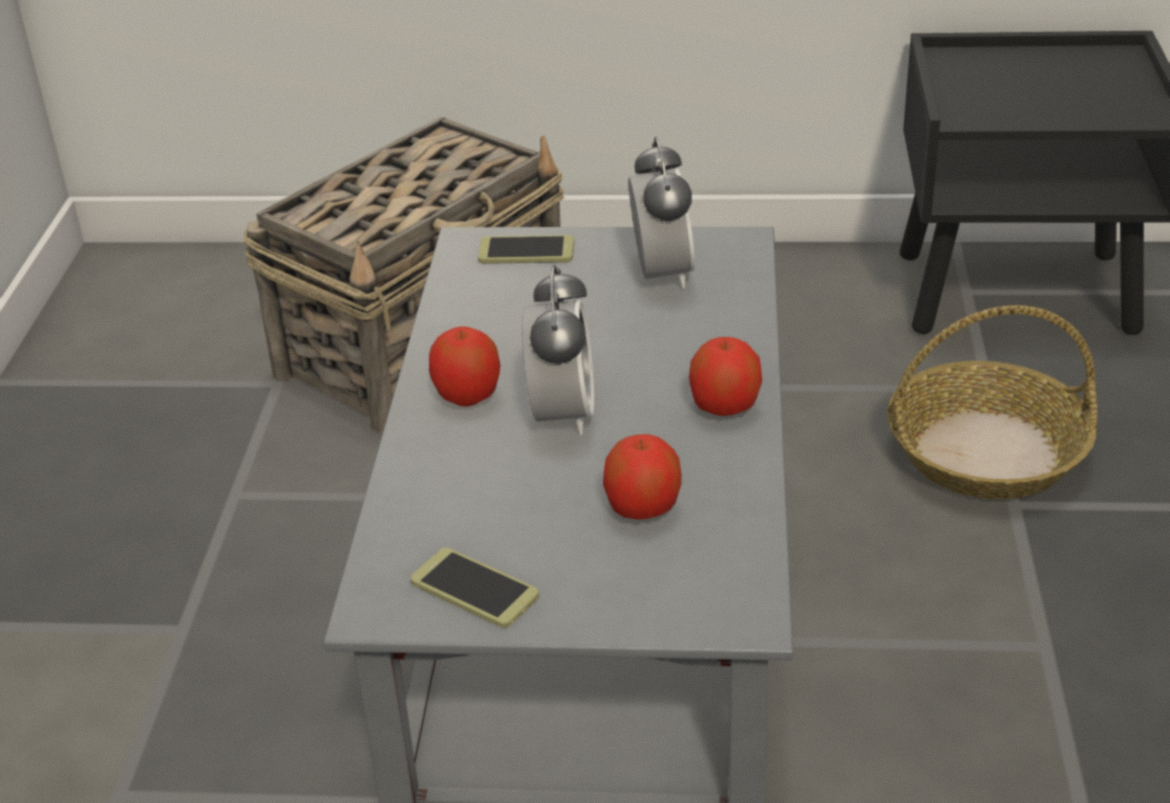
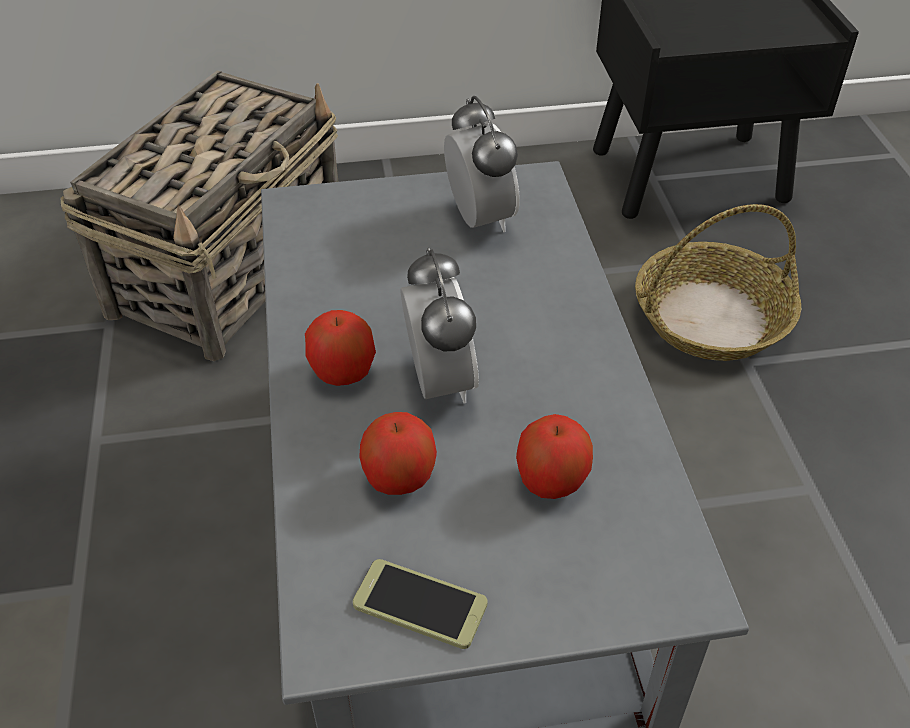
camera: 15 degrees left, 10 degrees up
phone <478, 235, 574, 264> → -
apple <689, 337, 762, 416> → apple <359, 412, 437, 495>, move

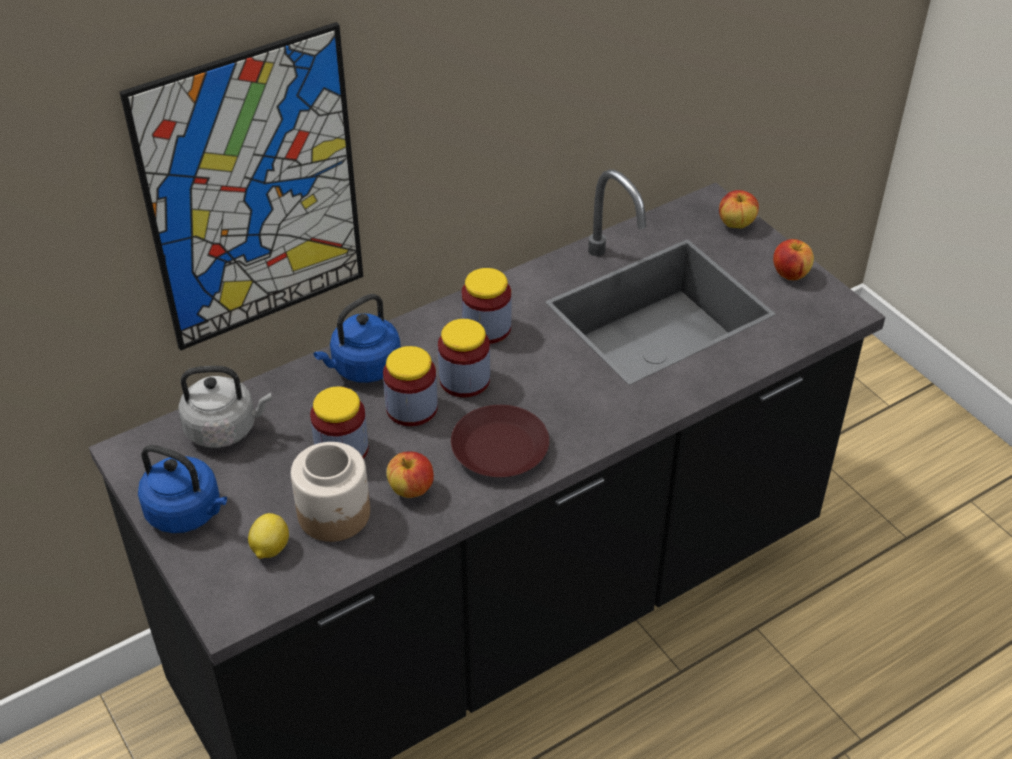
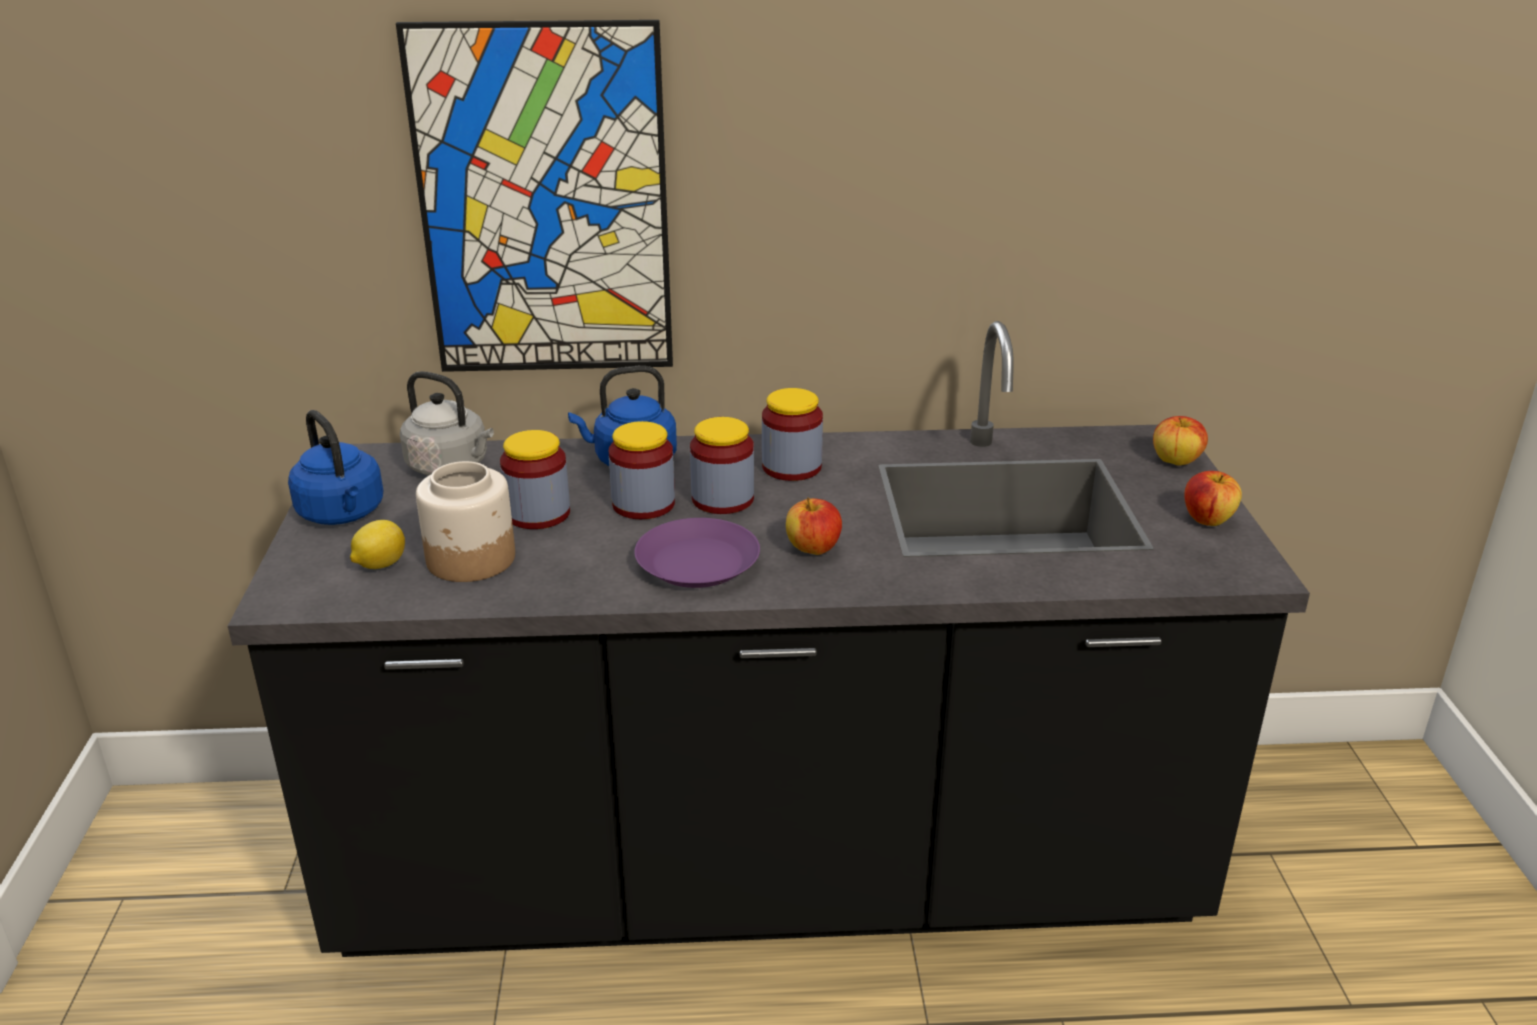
camera: 30 degrees right, 15 degrees down
apple <387, 451, 434, 498> → apple <786, 498, 842, 555>, move
brown plate <451, 405, 549, 477> → purple plate <634, 518, 760, 588>

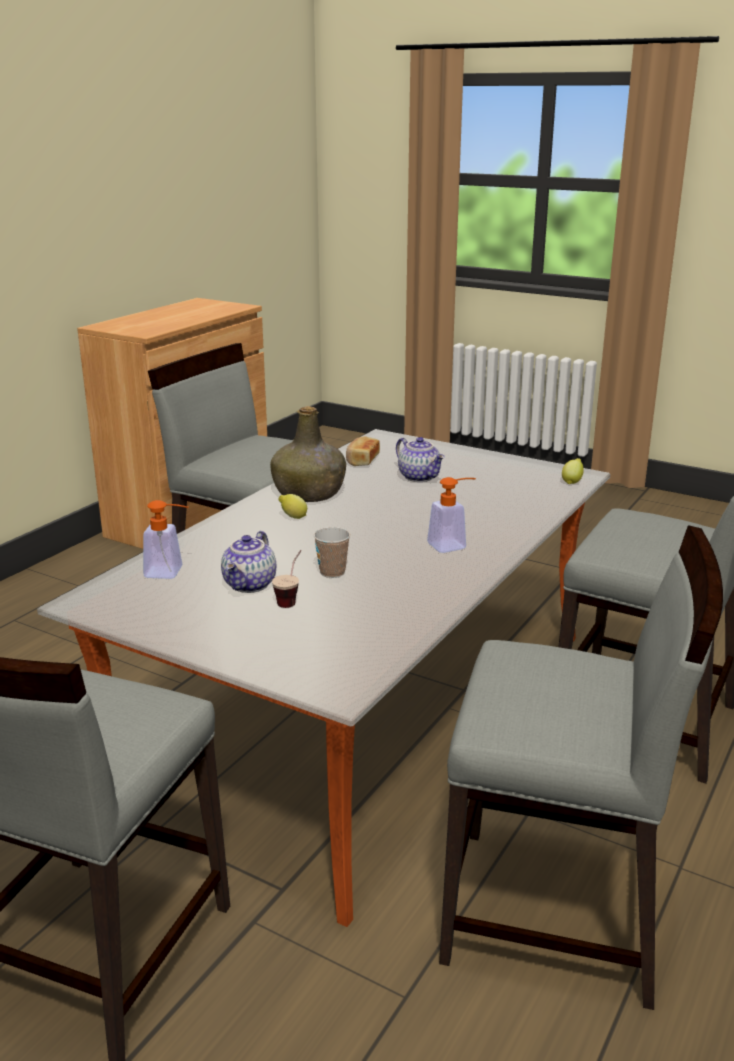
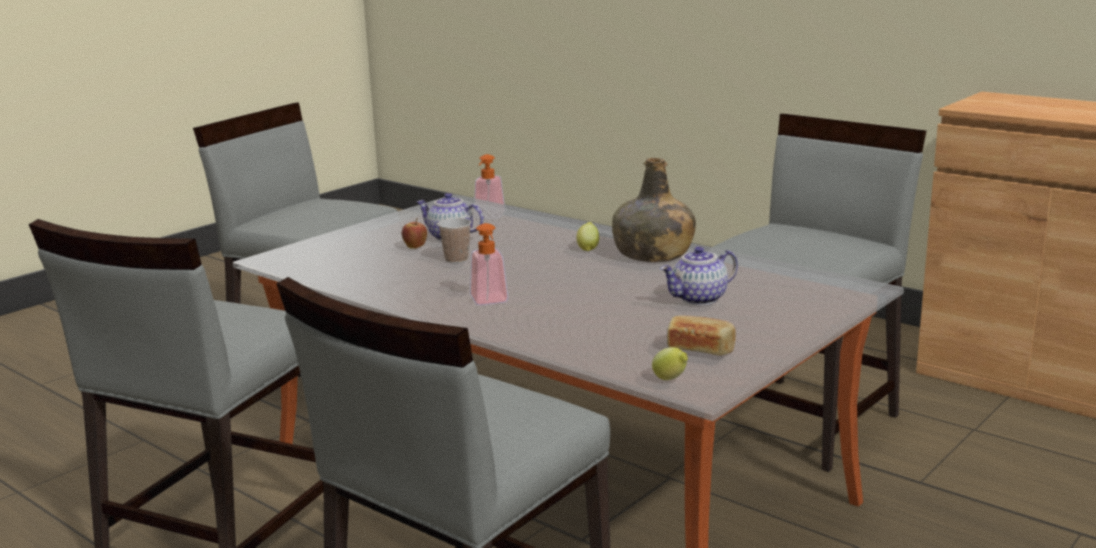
camera: 100 degrees right, 5 degrees down
bread <346, 436, 380, 466> → bread <667, 316, 736, 356>, move
cup <272, 550, 302, 608> → apple <402, 218, 427, 249>

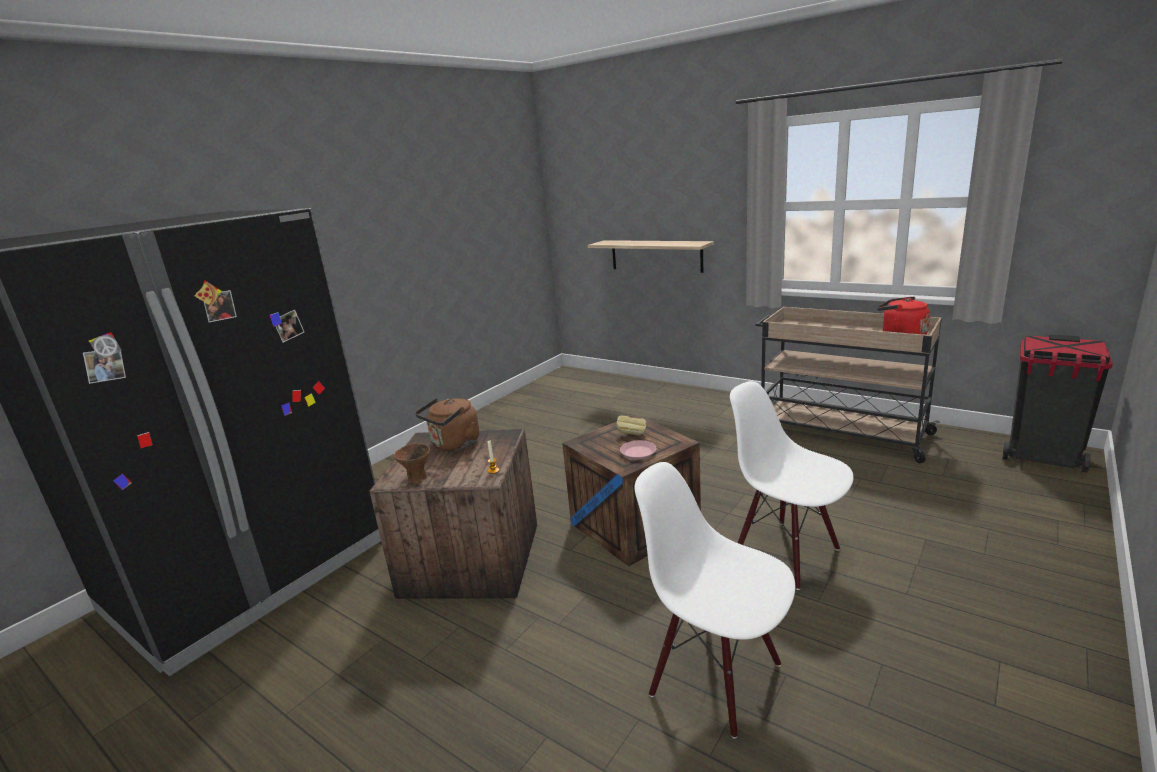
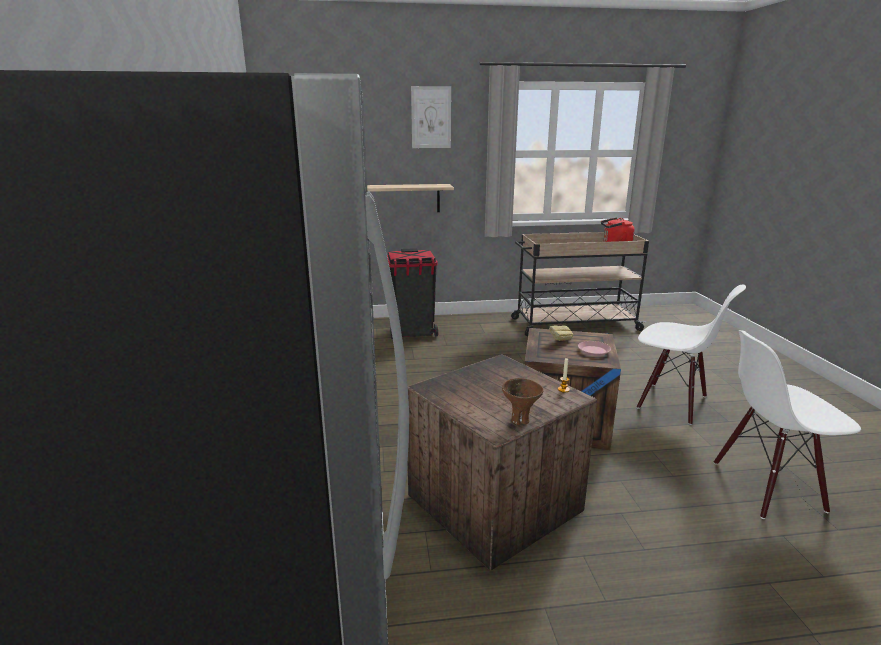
camera: 45 degrees left, 0 degrees up
brown kettle <415, 398, 479, 451> → -
- → picture <411, 86, 451, 148>
black trash can <1003, 334, 1113, 473> → black trash can <387, 248, 438, 339>, move
white chair <730, 381, 854, 590> → white chair <637, 285, 746, 425>, 150 degrees counterclockwise

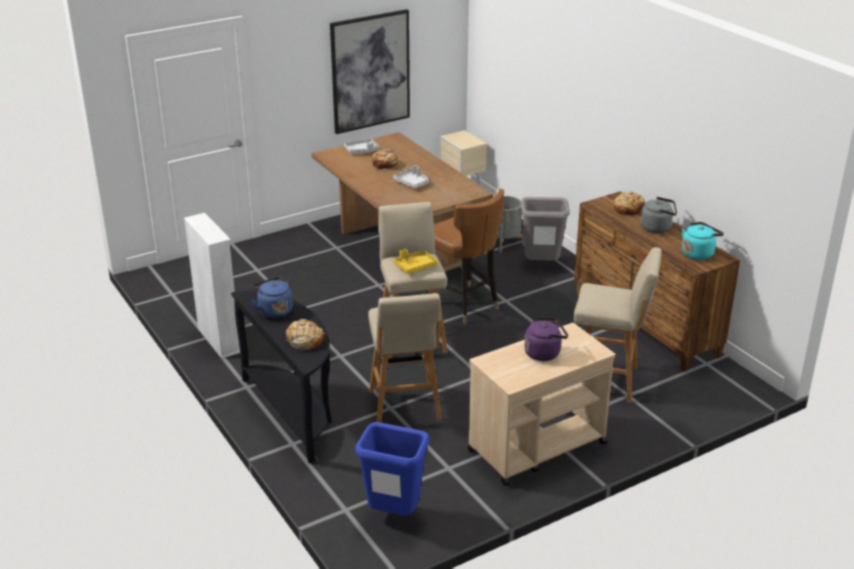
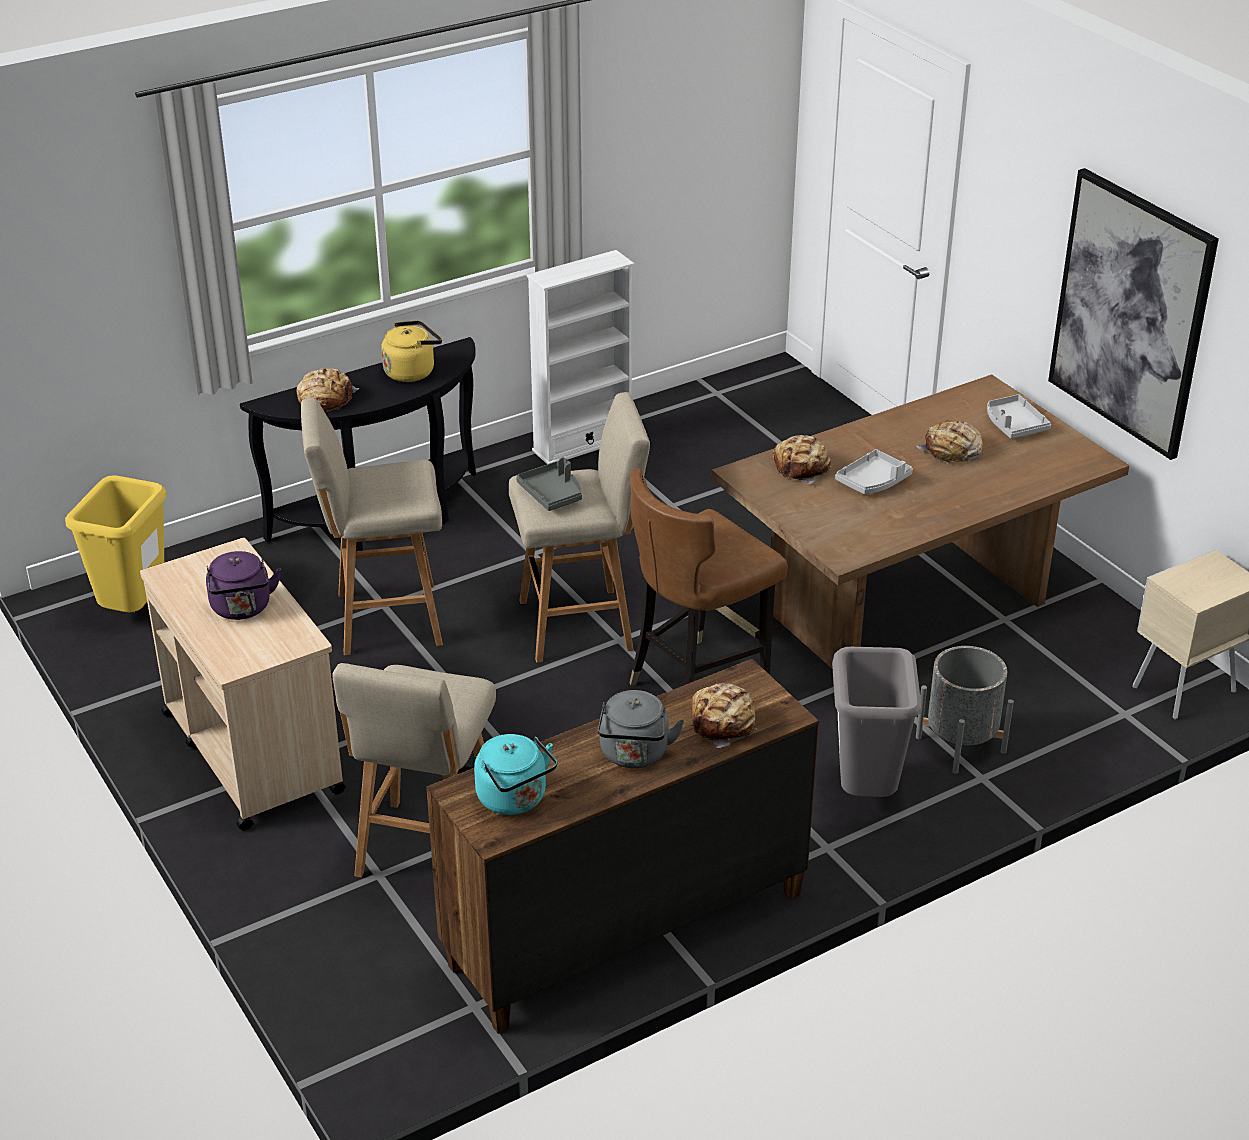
camera: 90 degrees right, 5 degrees up
- → bread <772, 435, 832, 484>
blue kettle <252, 276, 293, 318> → yellow kettle <381, 320, 442, 382>
blue trash can <355, 422, 430, 516> → yellow trash can <65, 475, 167, 612>
yellow tray <393, 249, 438, 274> → grey tray <516, 457, 582, 511>

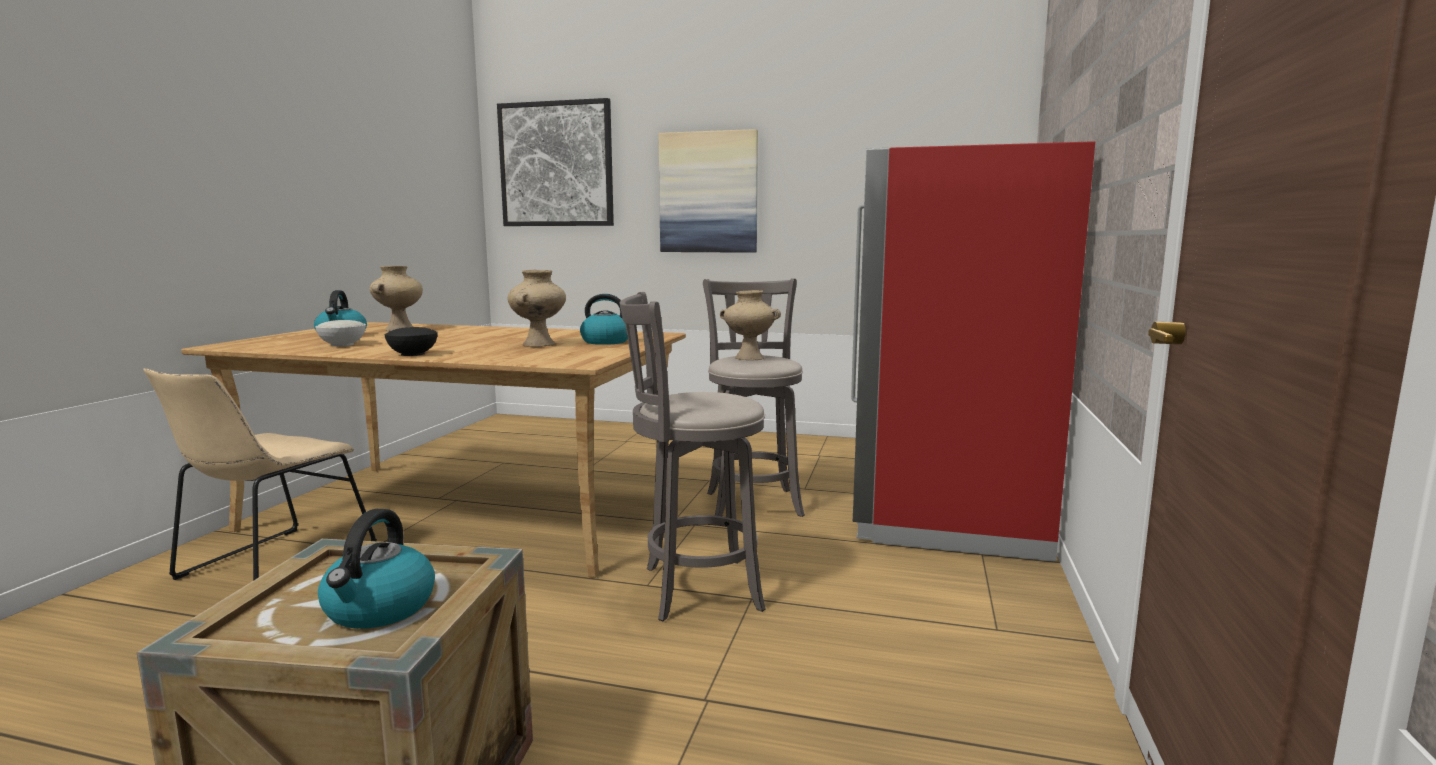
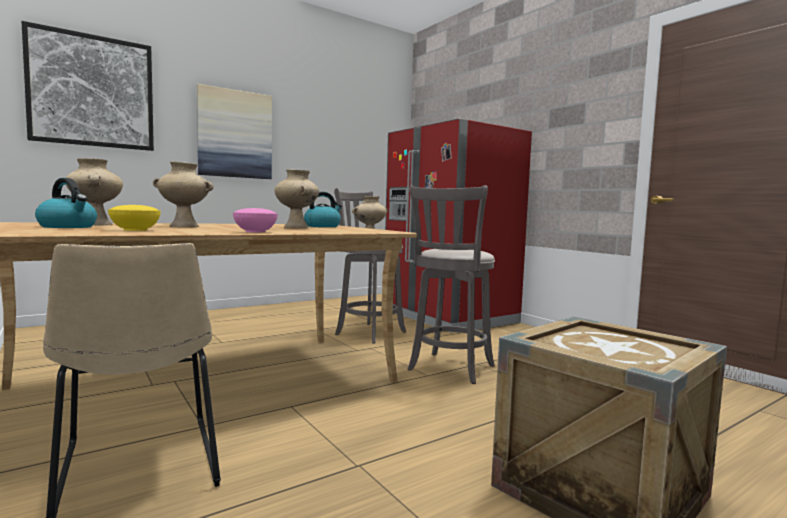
camera: 50 degrees left, 5 degrees down
kettle <318, 509, 435, 629> → -
- → beige vase <153, 162, 214, 227>
white bowl <315, 320, 366, 346> → yellow bowl <108, 205, 161, 231>
black bowl <384, 327, 438, 356> → pink bowl <233, 208, 278, 232>

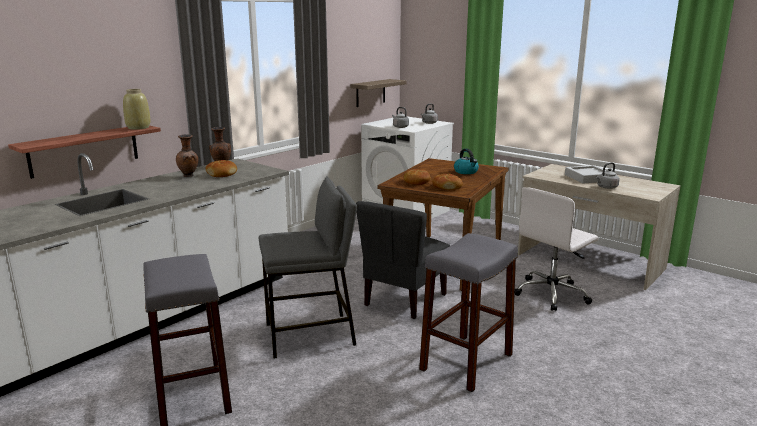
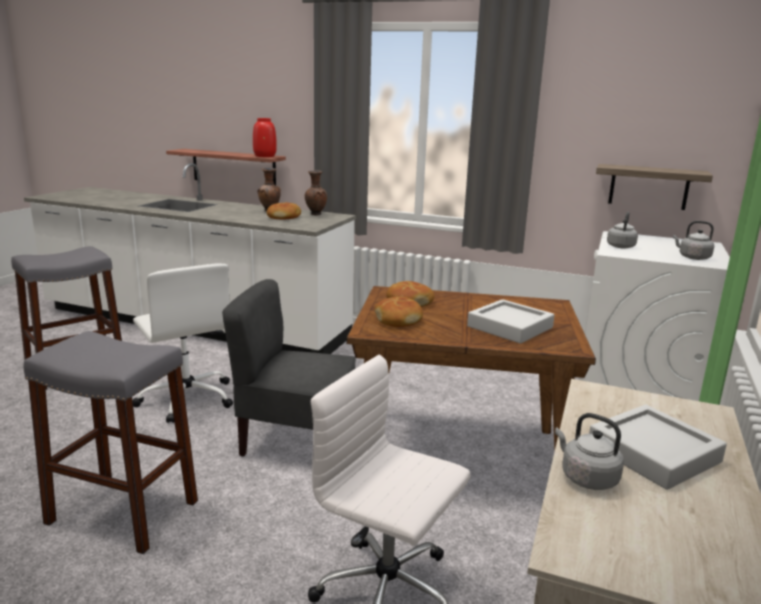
camera: 70 degrees right, 0 degrees up
grey stool <259, 176, 357, 358> → white office chair <133, 263, 233, 423>
kettle <454, 148, 479, 174> → grey tray <467, 299, 555, 343>
beige vase <123, 89, 150, 130> → red vase <253, 118, 277, 157>

